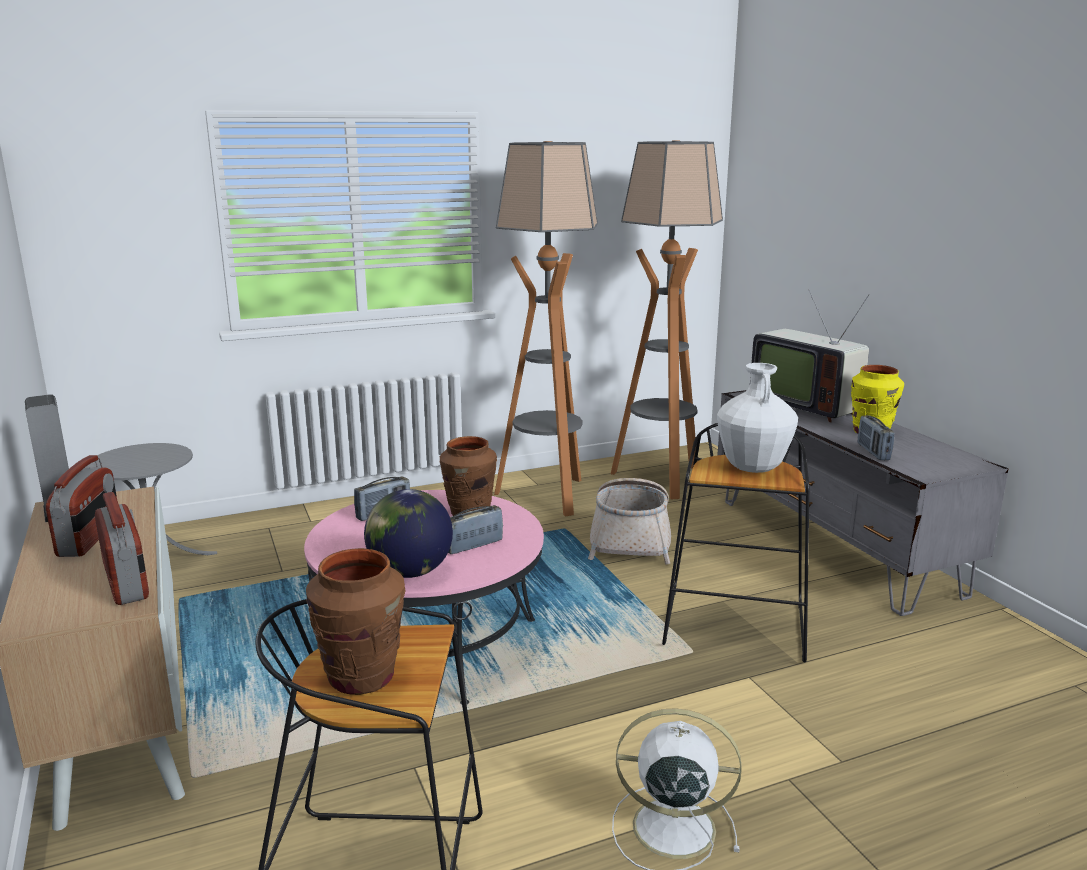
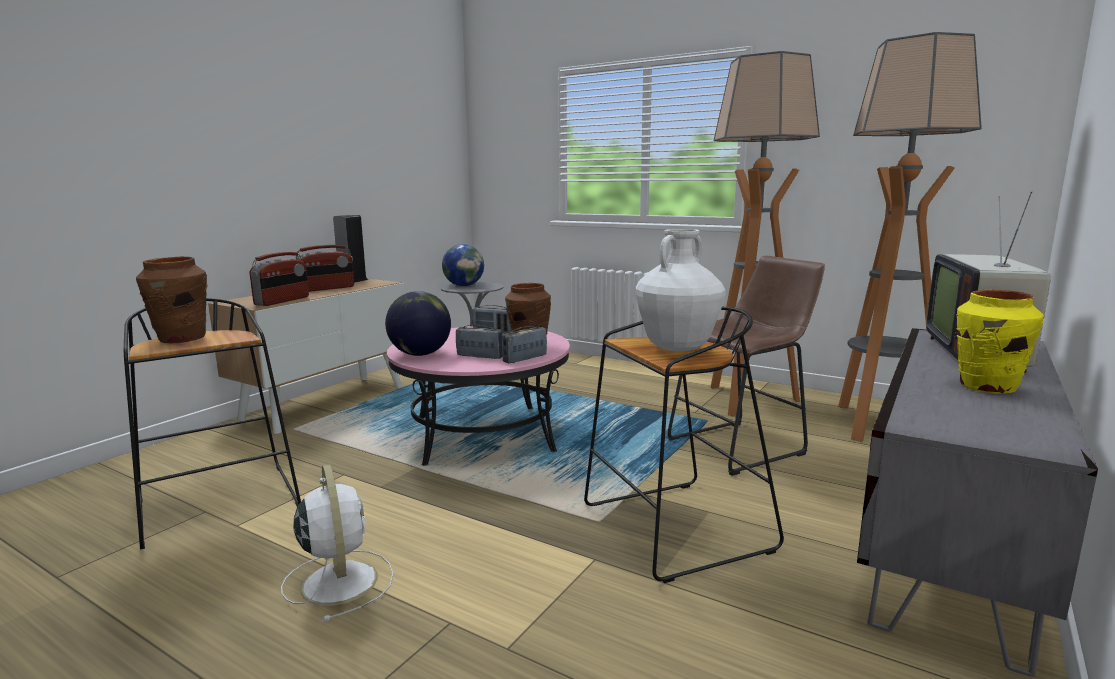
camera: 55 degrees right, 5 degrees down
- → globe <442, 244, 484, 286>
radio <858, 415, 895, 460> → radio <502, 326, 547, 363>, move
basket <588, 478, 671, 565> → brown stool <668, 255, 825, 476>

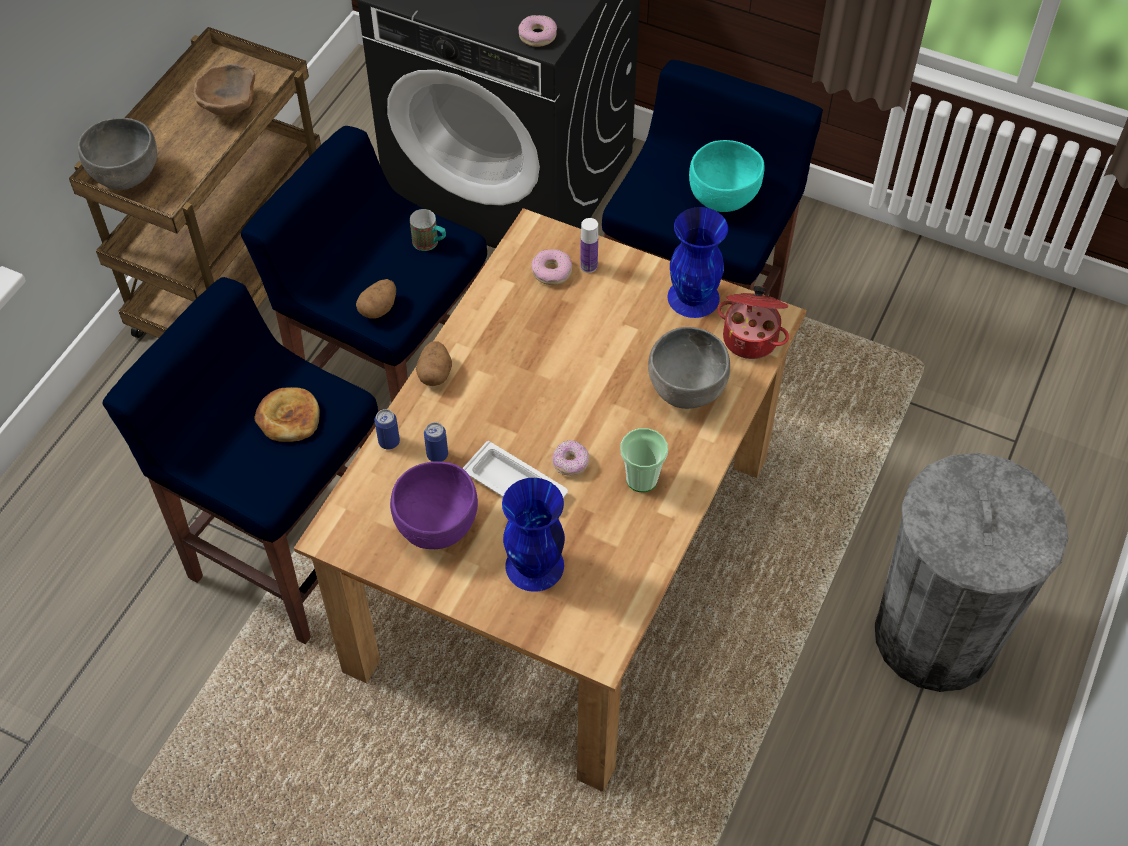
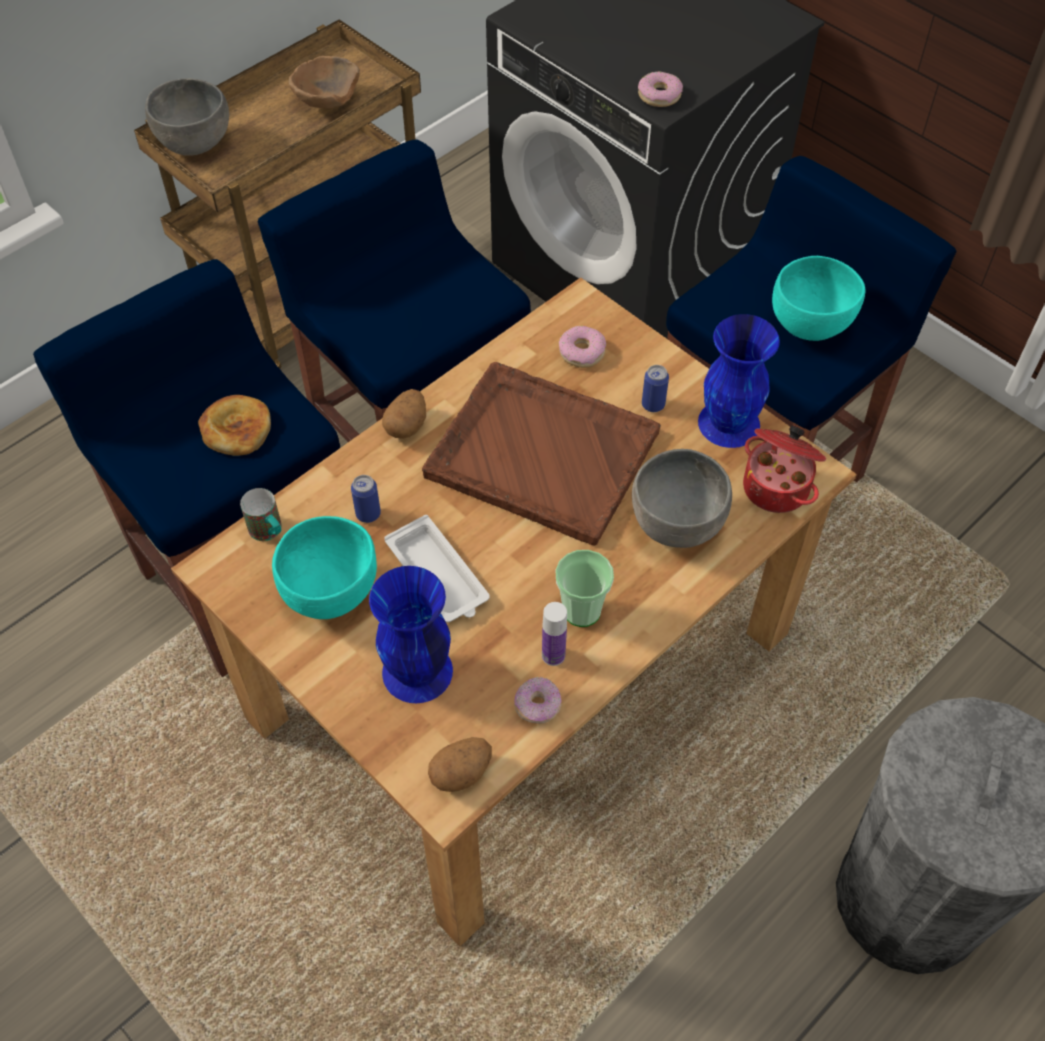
camera: 20 degrees right, 0 degrees up
- → brown tray <422, 362, 661, 545>
potato <356, 279, 396, 319> → potato <428, 737, 492, 792>, move
can <375, 409, 400, 449> → can <642, 365, 669, 412>, move
mug <410, 209, 446, 251> → mug <240, 488, 282, 541>, move
donut <552, 440, 589, 476> → donut <514, 677, 562, 724>, move
bottle <580, 218, 598, 273> → bottle <542, 602, 567, 666>, move
purple bowl <390, 461, 478, 549> → turquoise bowl <272, 516, 377, 619>

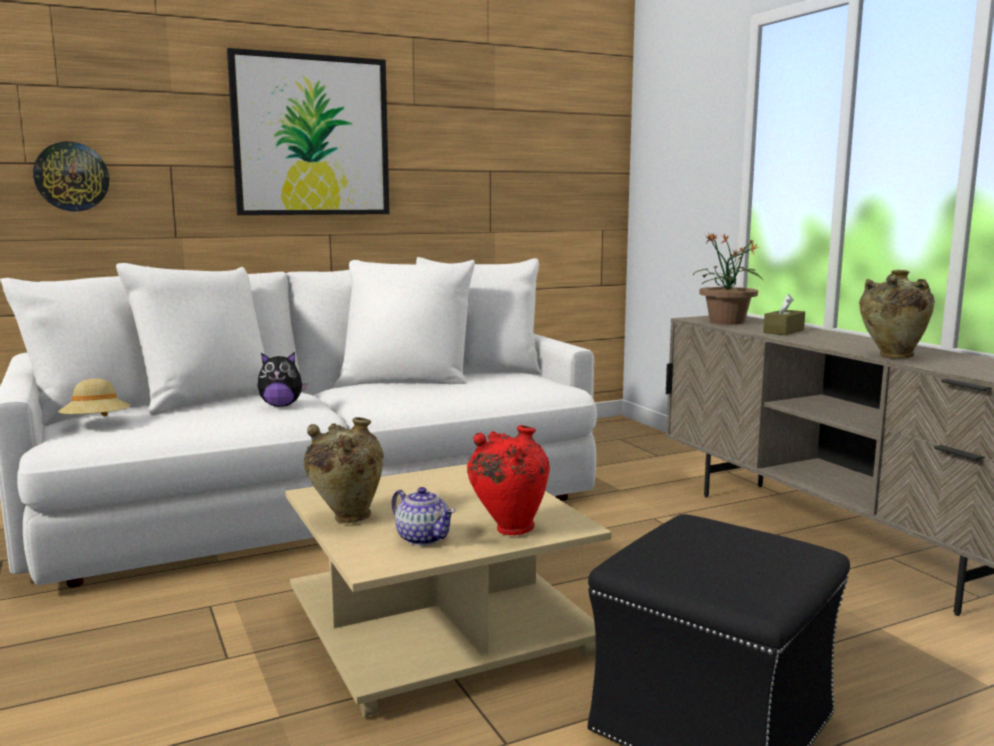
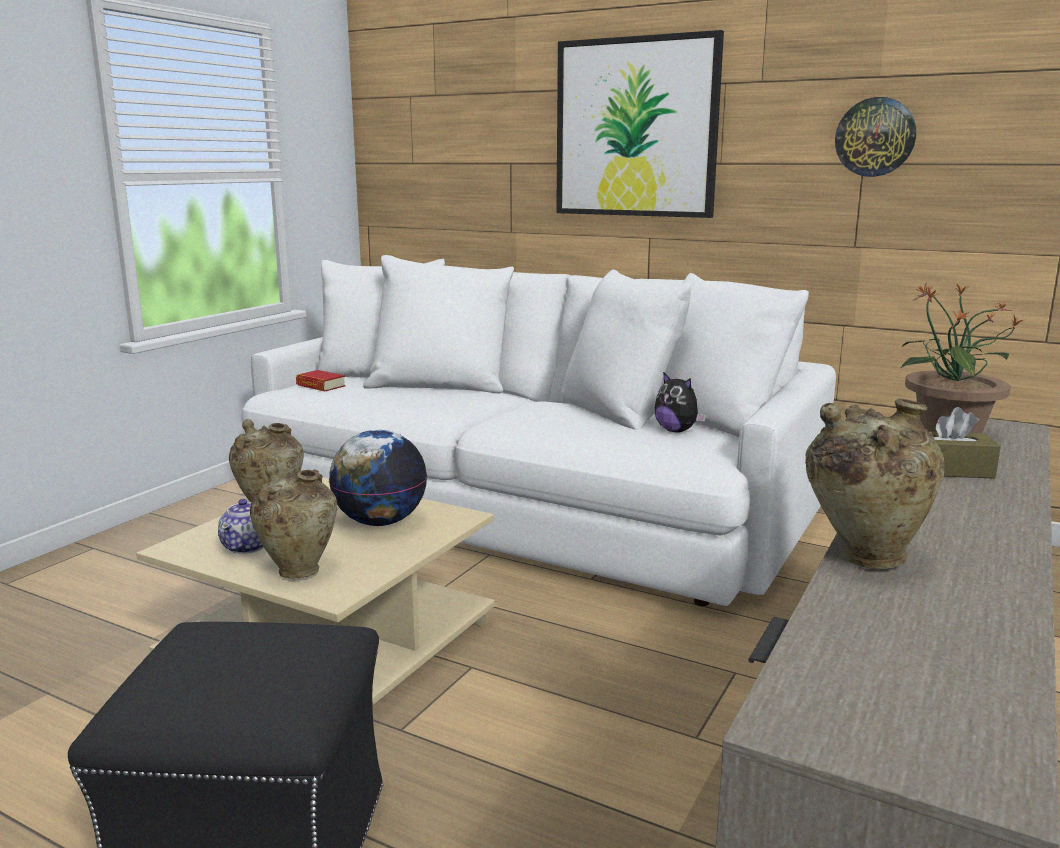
camera: 55 degrees right, 5 degrees up
- → globe <329, 430, 427, 526>
wall clock <33, 142, 109, 211> → wall clock <835, 97, 916, 177>, move
plush toy <257, 352, 307, 407> → plush toy <654, 372, 706, 432>, move
beige hat <58, 378, 131, 417> → book <296, 370, 345, 391>
red vase <467, 425, 550, 535> → beige vase <250, 464, 337, 578>

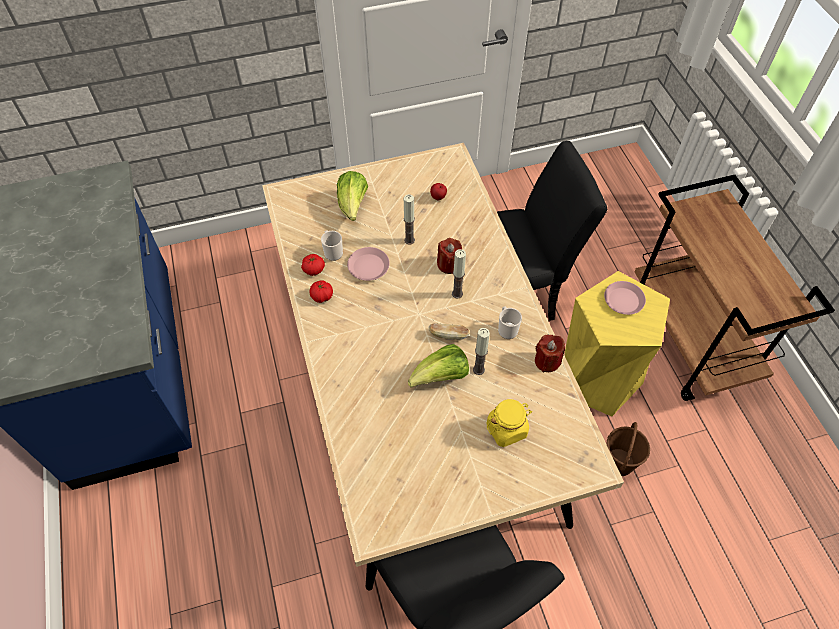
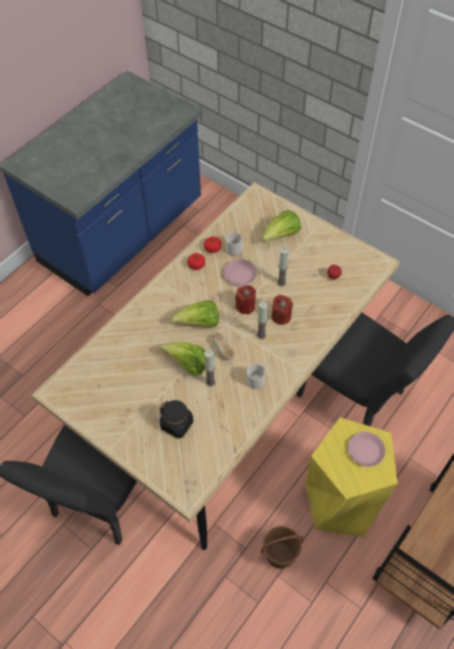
camera: 55 degrees right, 0 degrees up
- → lettuce <171, 300, 219, 328>
red candle <535, 334, 565, 372> → red candle <235, 285, 256, 314>, move
yellow jar <487, 399, 532, 447> → black jar <160, 400, 194, 439>

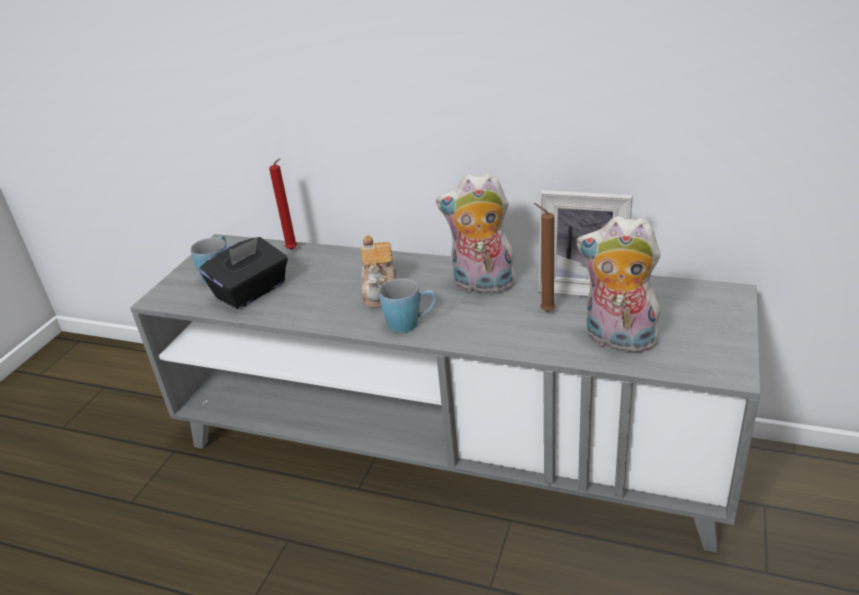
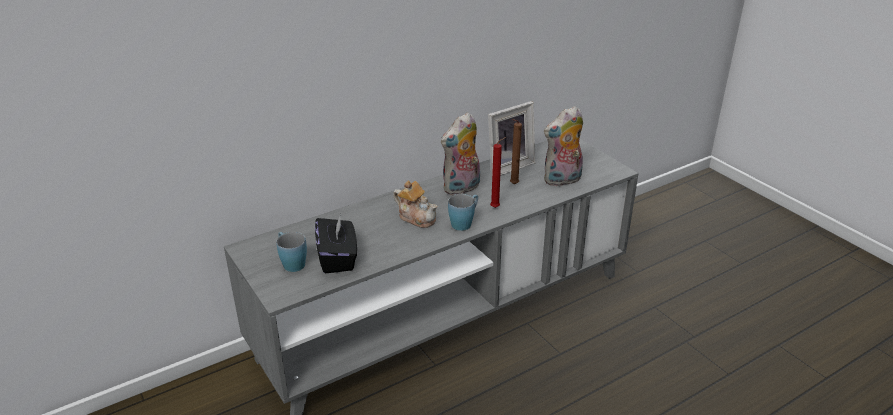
camera: 55 degrees left, 0 degrees up
red candle <269, 158, 297, 250> → red candle <490, 137, 506, 208>, move

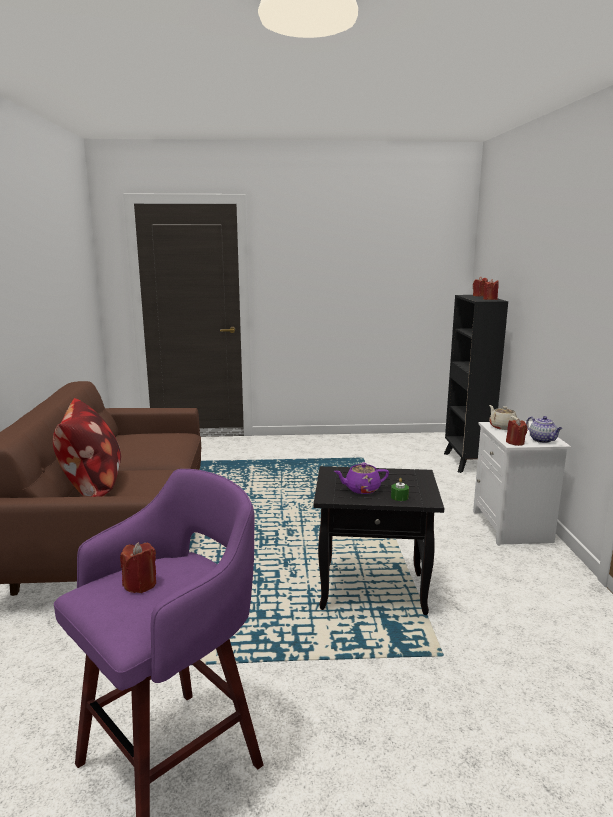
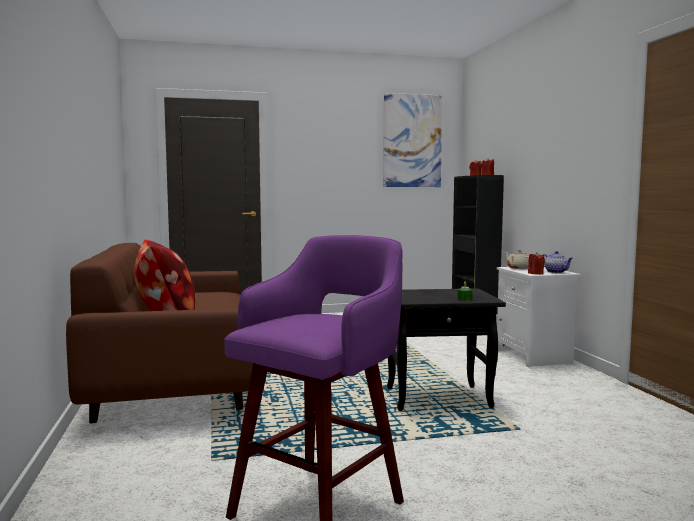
camera: 10 degrees left, 10 degrees down
red candle <120, 542, 156, 593> → -
purple teapot <334, 463, 389, 494> → -
- → picture <383, 93, 442, 187>

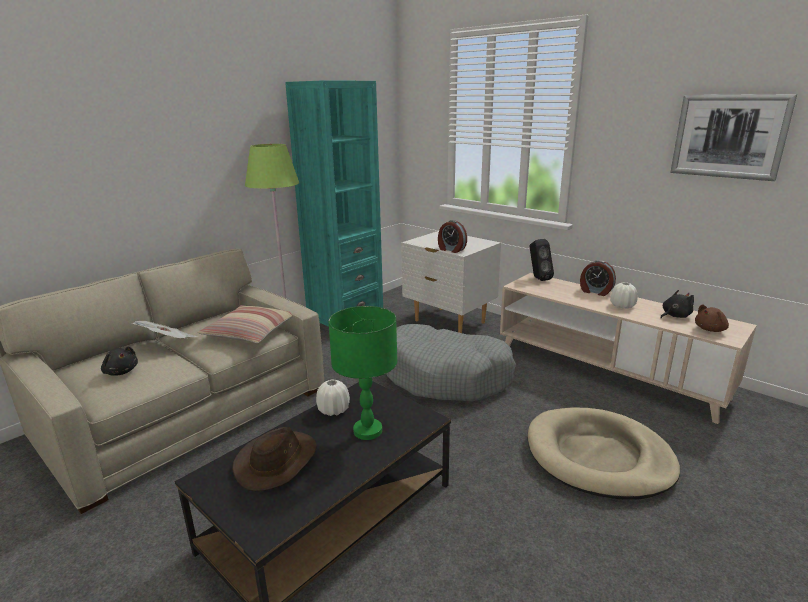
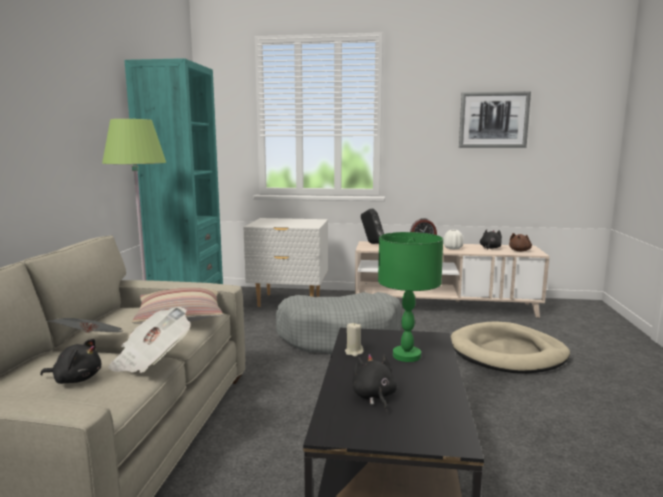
camera: 35 degrees left, 10 degrees down
alarm clock <438, 220, 467, 253> → -
- → newspaper <108, 307, 191, 373>
brown hat <232, 427, 317, 491> → black plush toy <353, 354, 397, 412>
white vase <316, 379, 350, 416> → beige candle <345, 322, 364, 356>

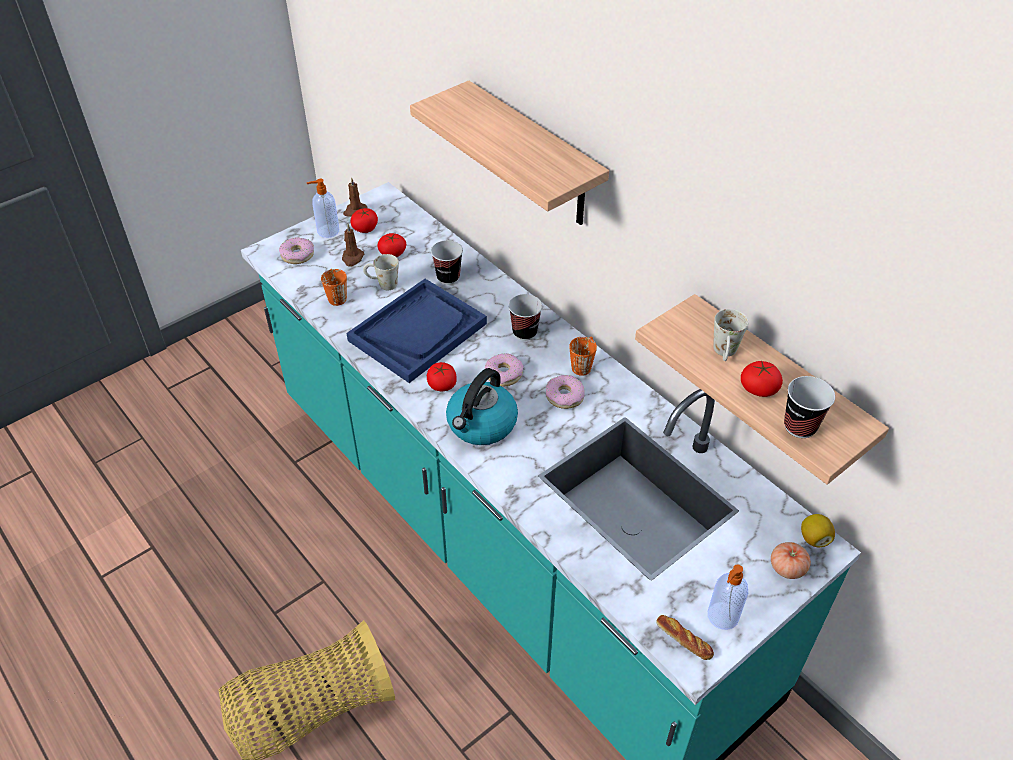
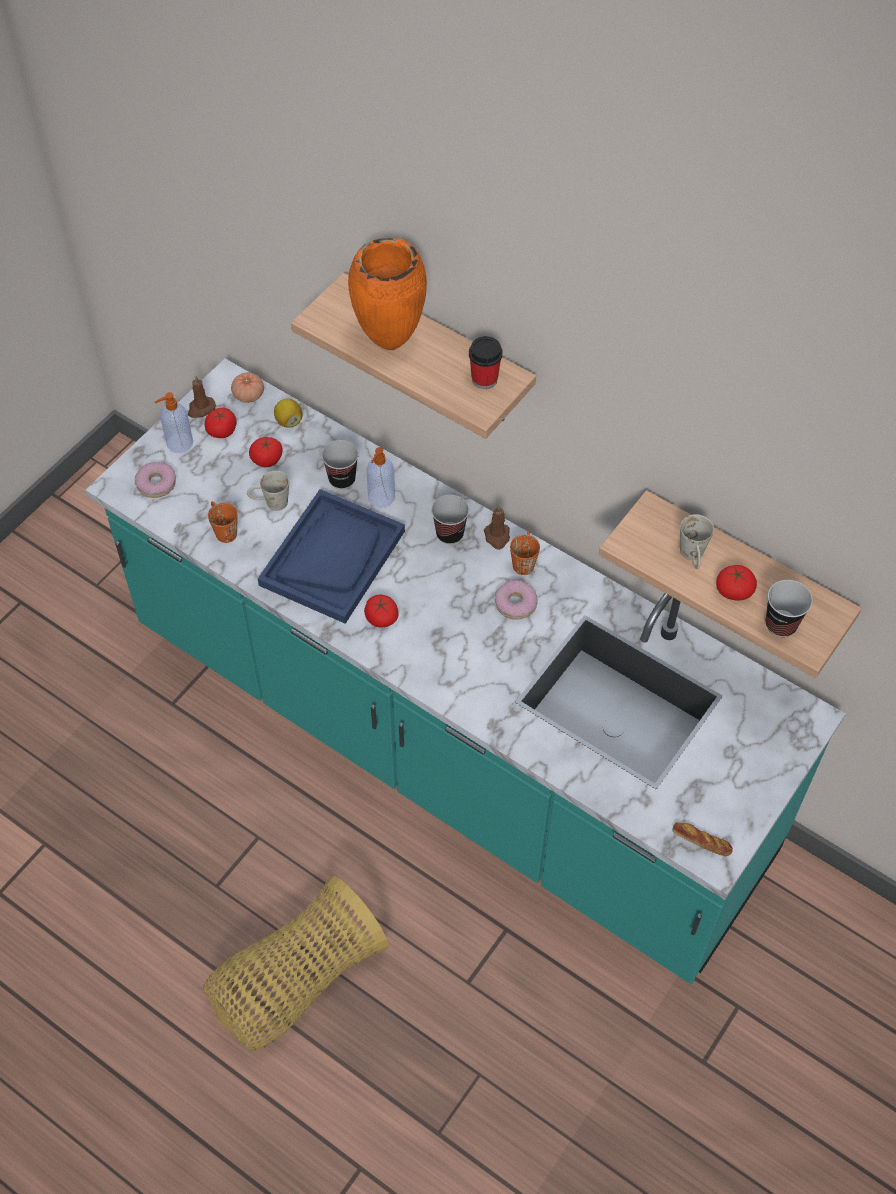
camera: 15 degrees left, 10 degrees up
kettle <446, 368, 518, 445> → -
donut <485, 353, 523, 387> → -
- → orange vase <348, 238, 427, 350>
- → cup <469, 336, 503, 389>
brown candle <342, 224, 364, 267> → brown candle <484, 505, 510, 550>, move
soap dispenser <708, 564, 748, 630> → soap dispenser <366, 447, 395, 508>, move
tomato <771, 542, 811, 579> → tomato <231, 372, 264, 403>, move
lemon <801, 514, 835, 547> → lemon <274, 399, 303, 428>, move

